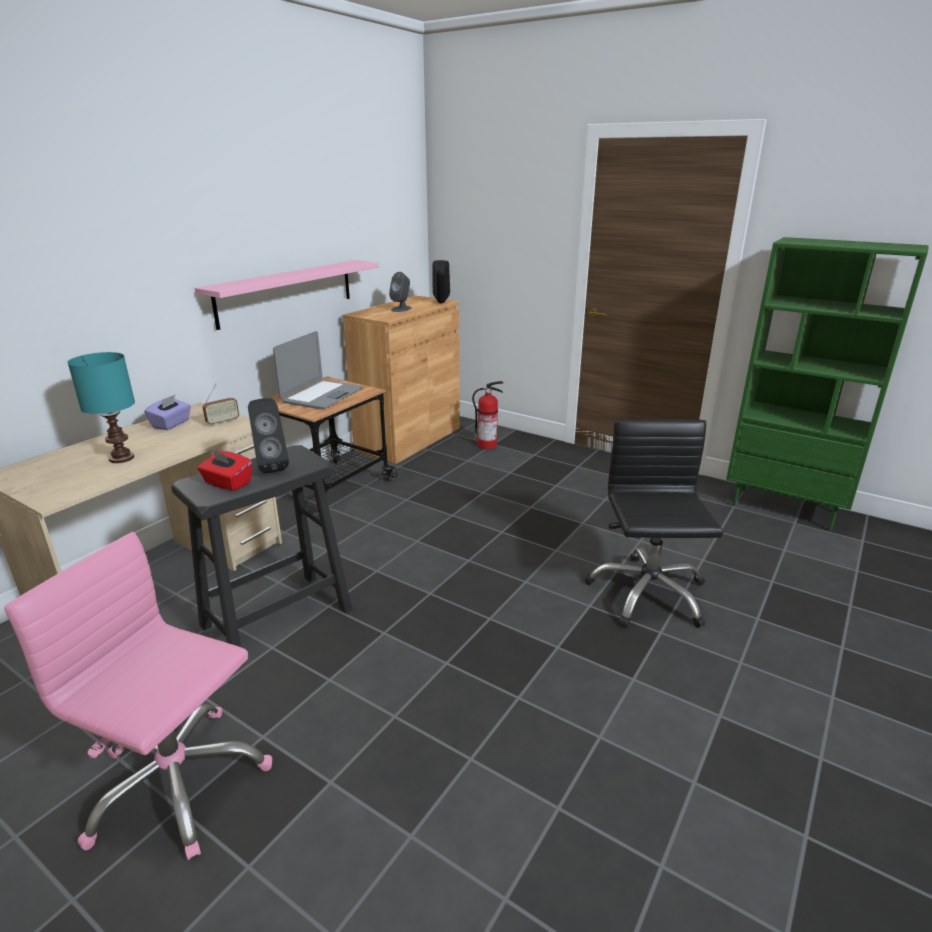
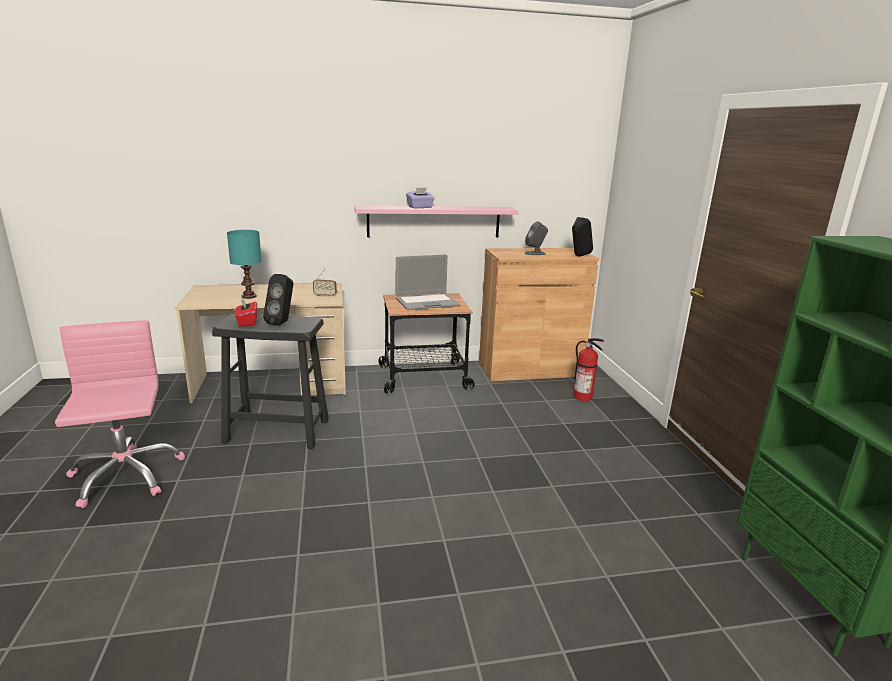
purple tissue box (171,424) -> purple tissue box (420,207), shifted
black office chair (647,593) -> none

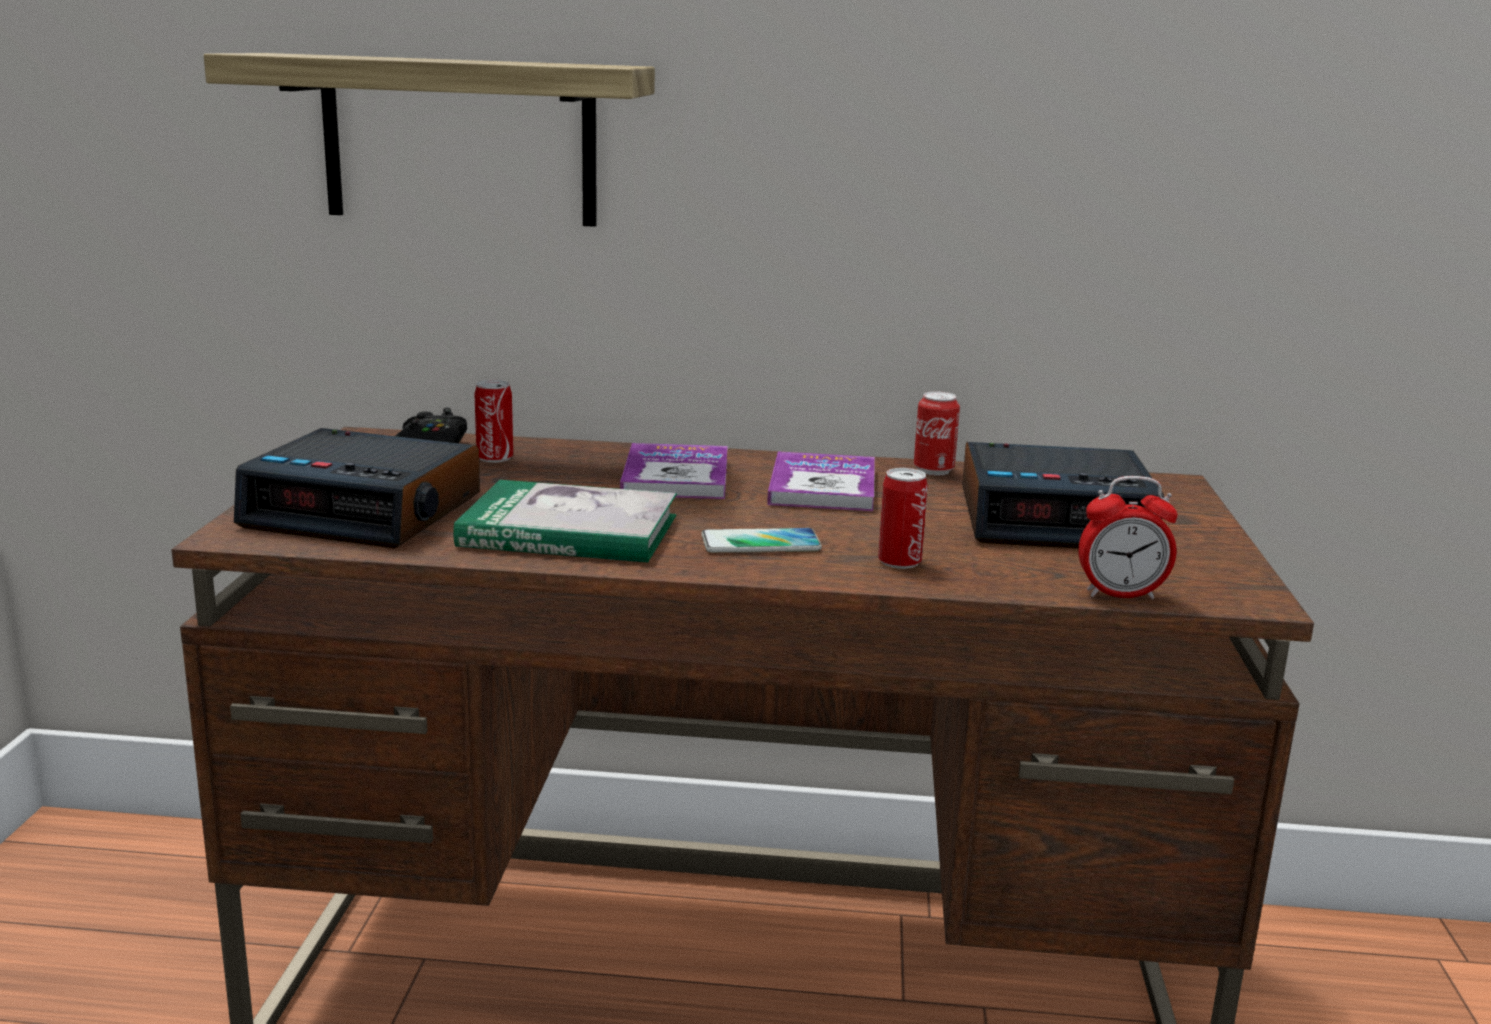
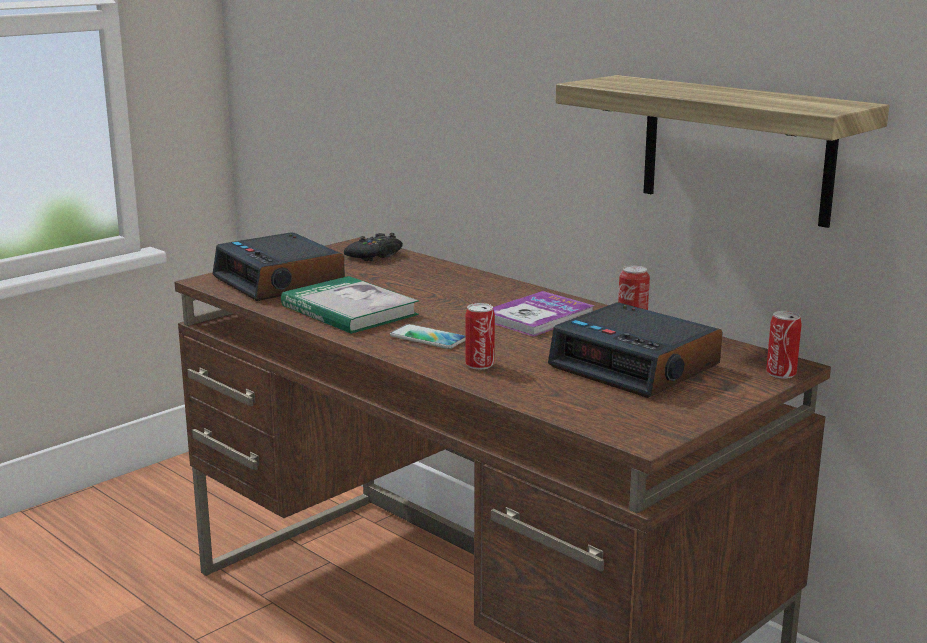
shelf (460,141) -> shelf (736,149), shifted
can (495,458) -> can (781,373), shifted
book (676,476) -> none
alarm clock (1120,594) -> none

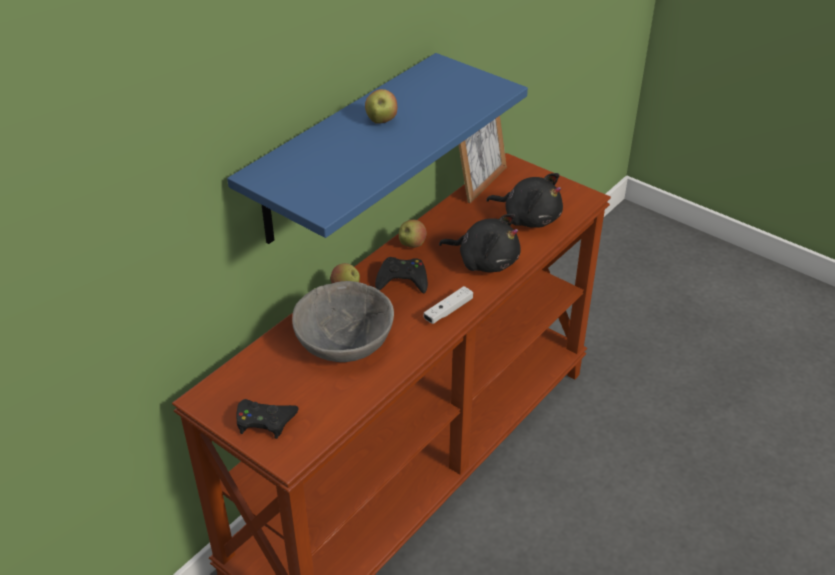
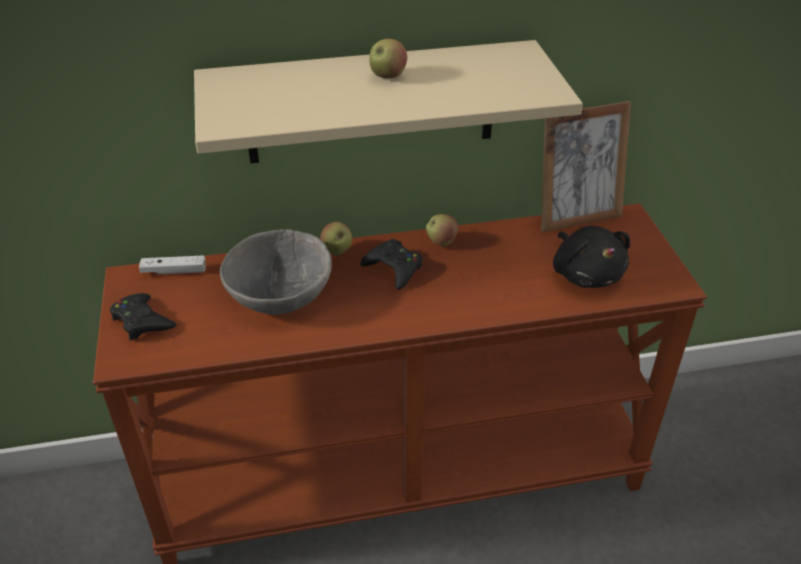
blue shelf (343,150) -> beige shelf (371,103)
black plush toy (485,261) -> none
white game controller (448,311) -> white game controller (174,271), shifted

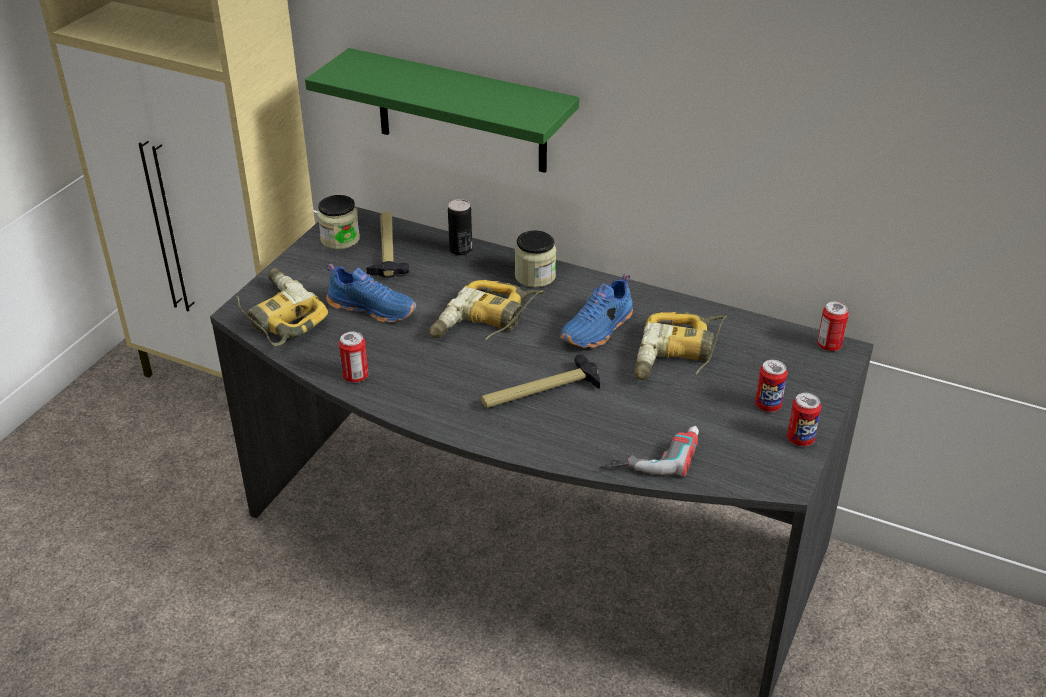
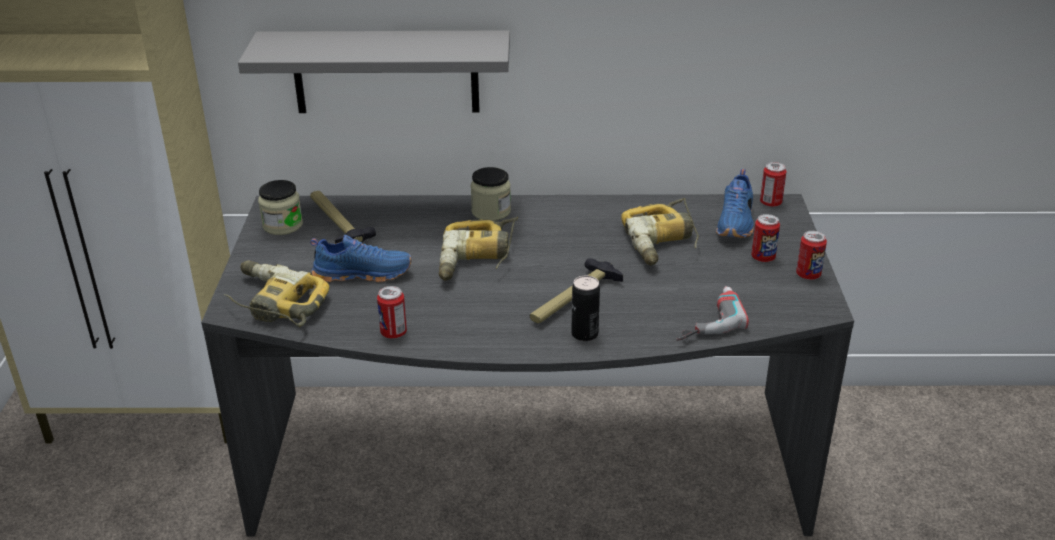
green shelf (461,112) -> grey shelf (386,72)
can (460,250) -> can (584,334), shifted
blue shoe (598,330) -> blue shoe (736,223), shifted

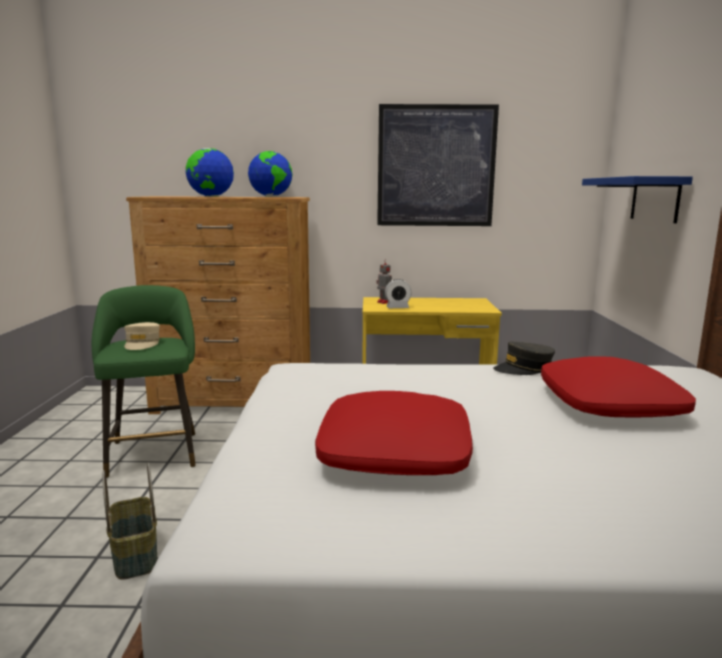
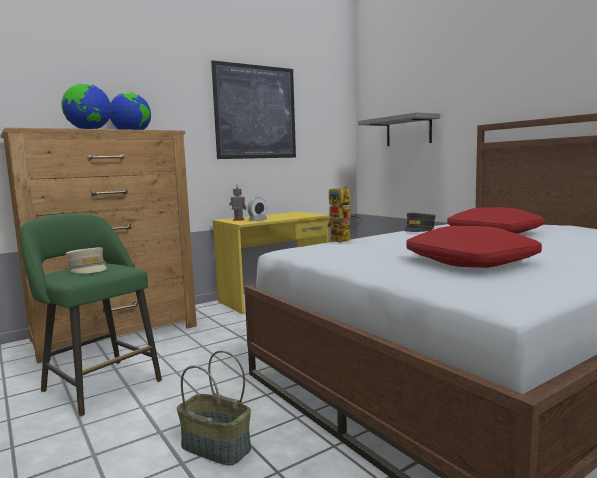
blue shelf (655,199) -> grey shelf (408,131)
none -> toy robot (344,241)

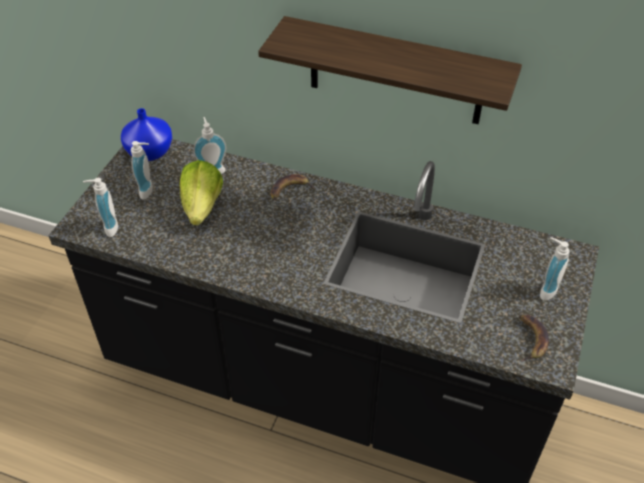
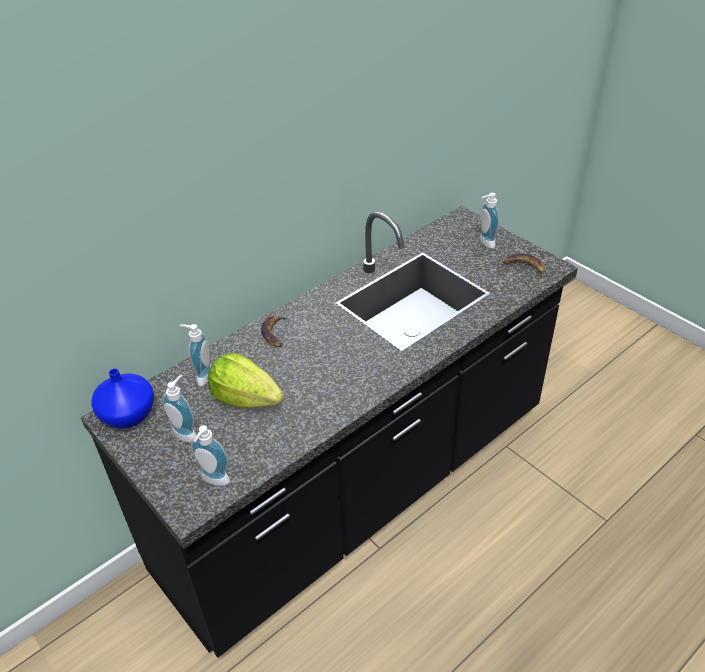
shelf (395,72) -> none

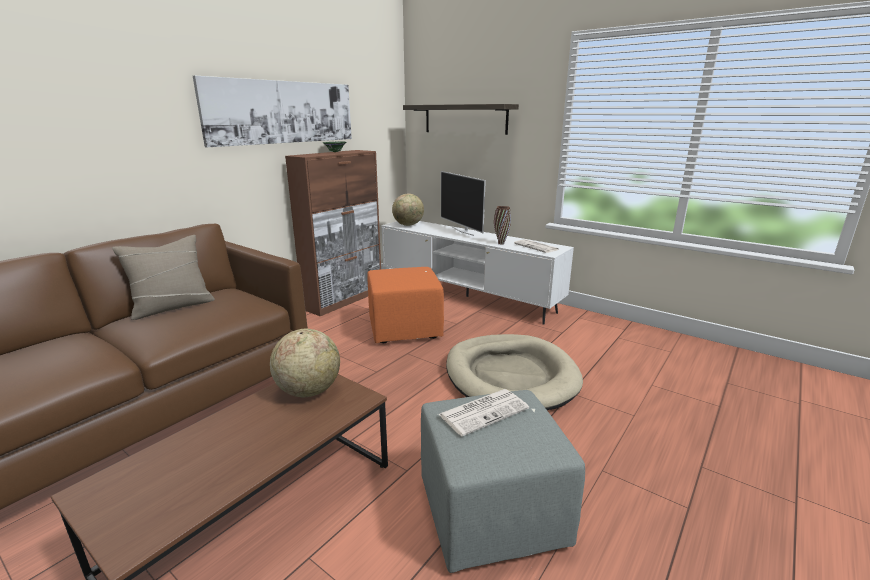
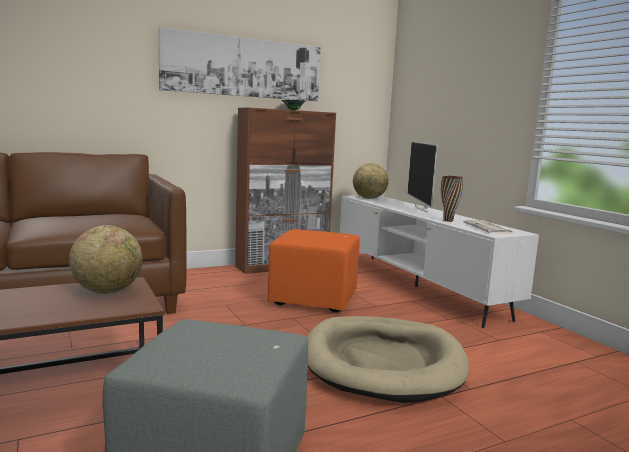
shelf (465,119) -> none
beige pillow (173,307) -> none
newspaper (484,411) -> none

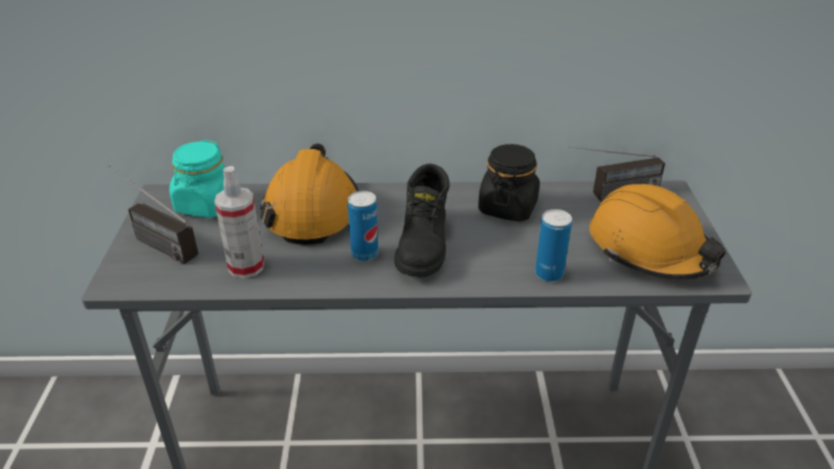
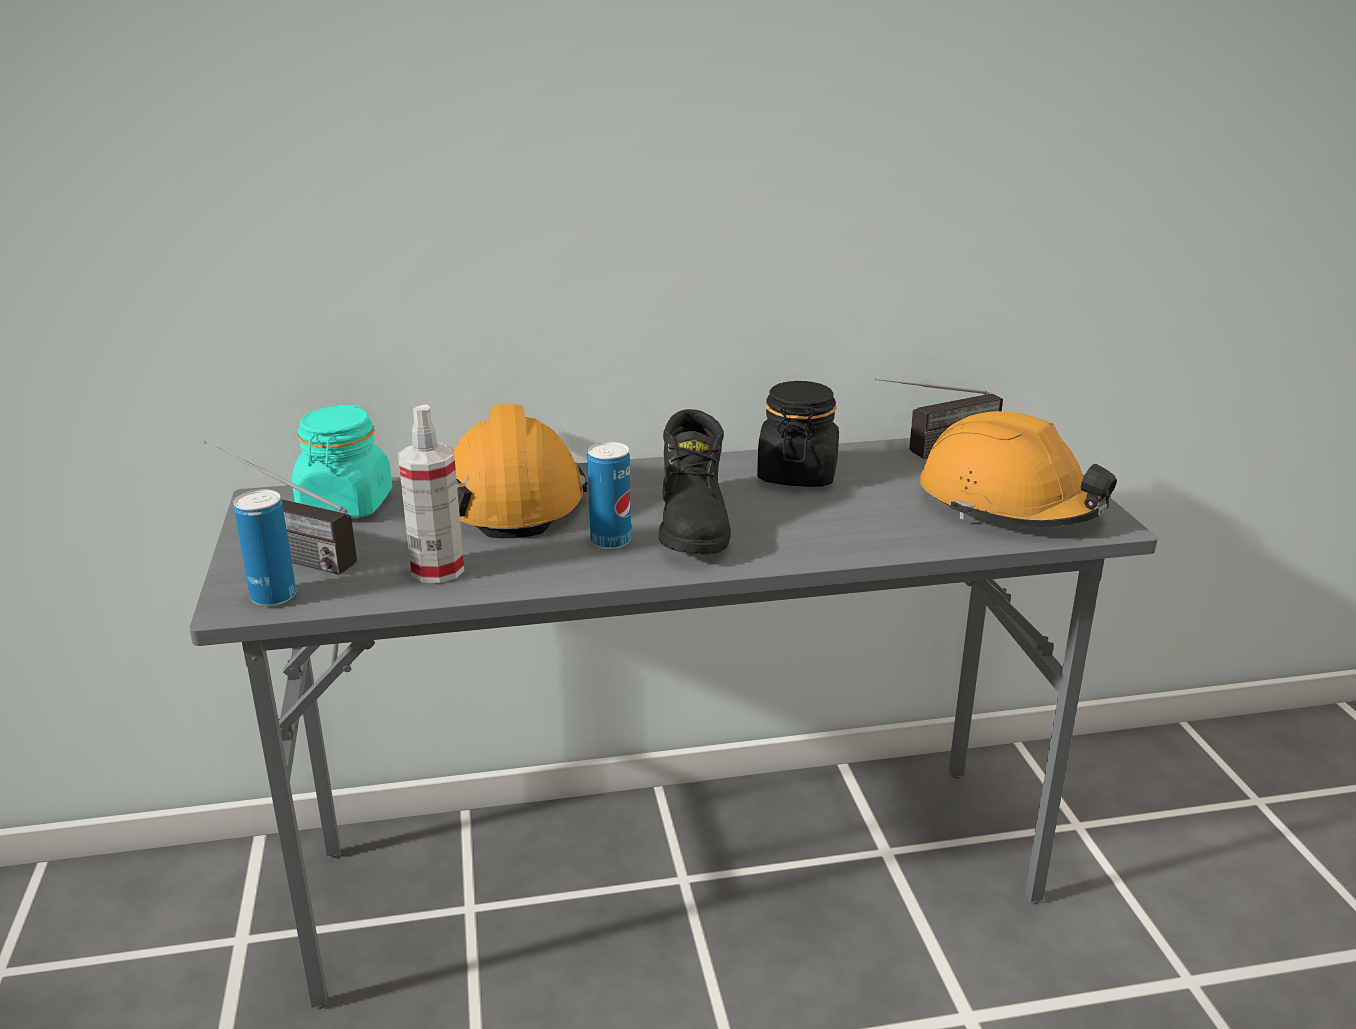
can (549,274) -> can (273,597), shifted

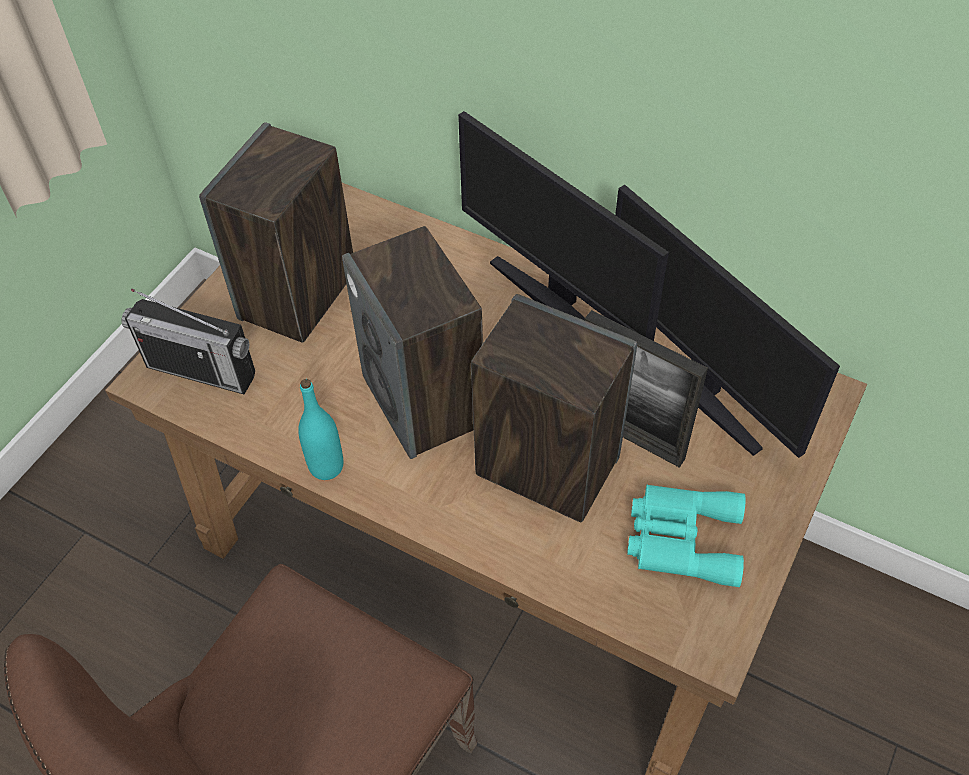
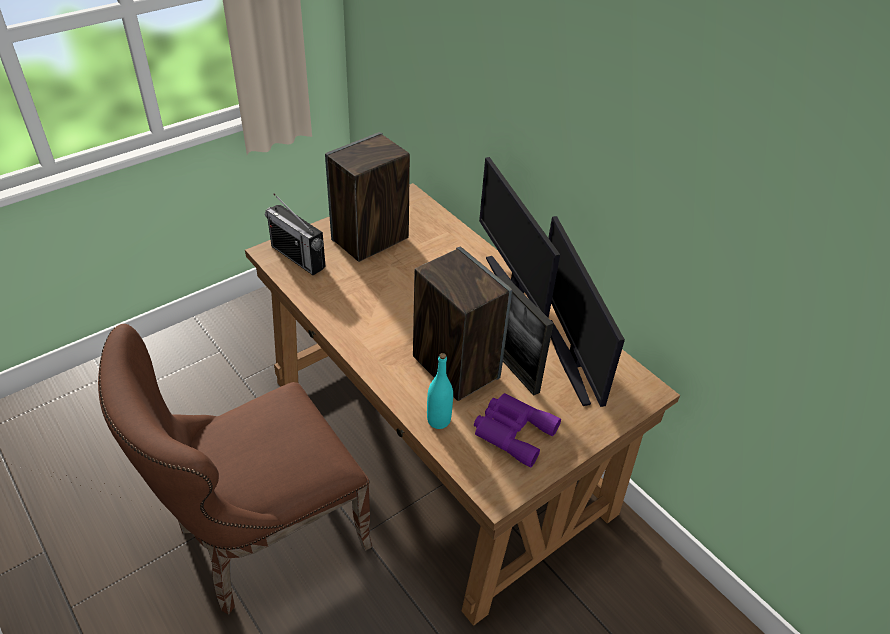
speaker (424,402) -> none
turquoise bottle (326,466) -> turquoise bottle (438,420), shifted
turquoise binoculars (681,538) -> purple binoculars (512,431)

